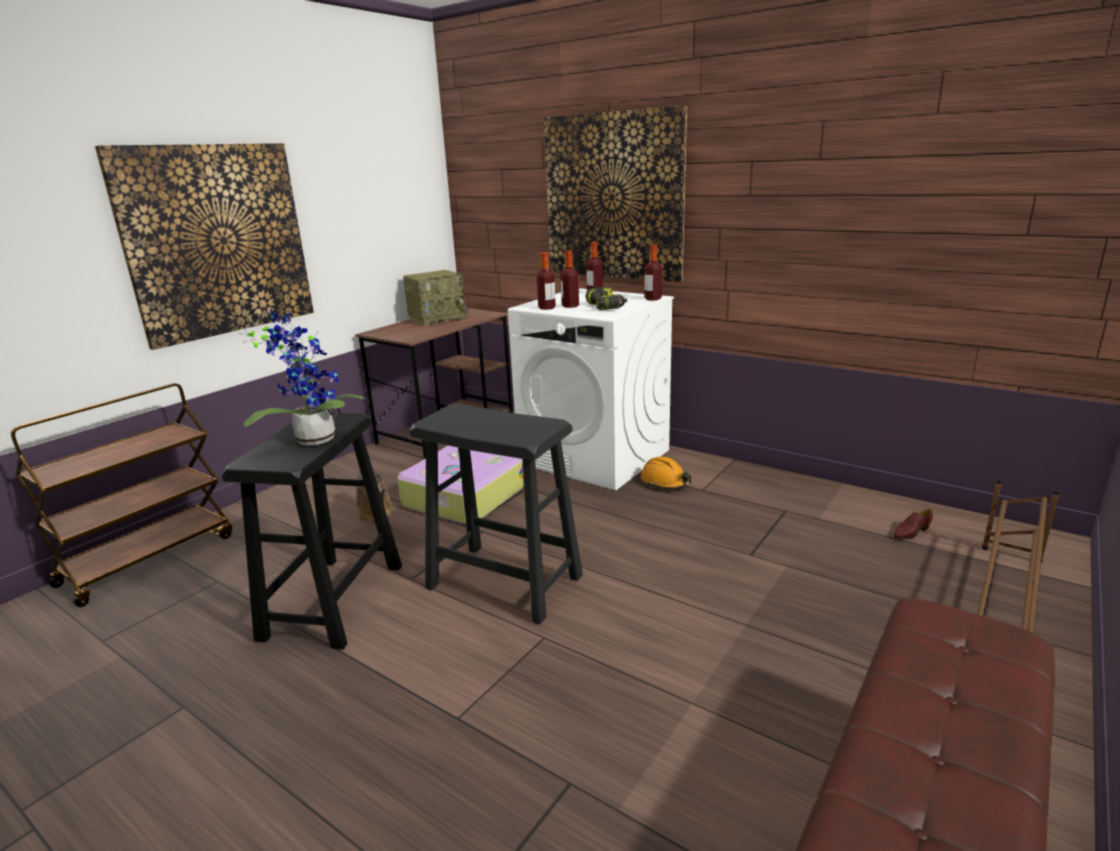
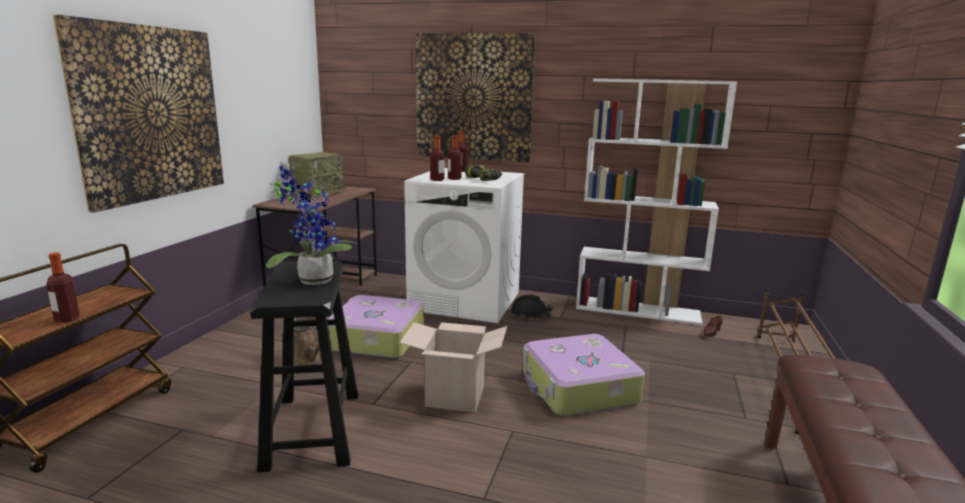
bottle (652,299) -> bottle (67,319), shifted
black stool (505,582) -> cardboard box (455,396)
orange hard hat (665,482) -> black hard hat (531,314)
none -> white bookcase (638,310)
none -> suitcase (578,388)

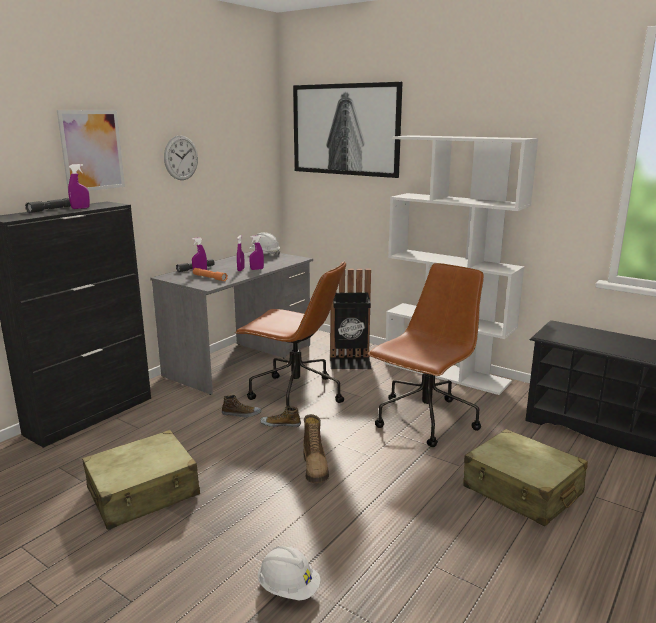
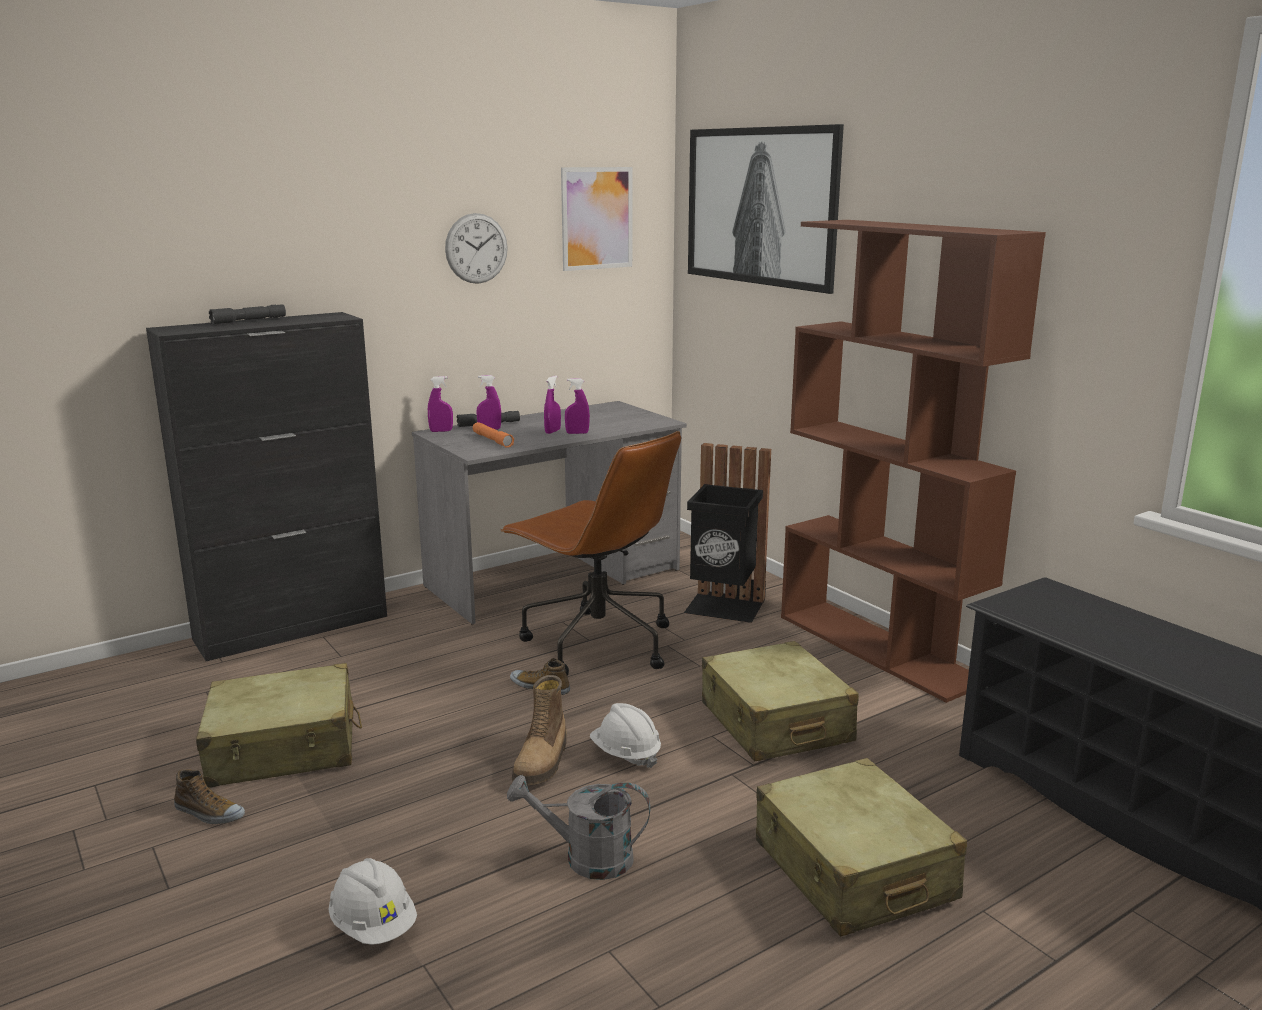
picture (92,150) -> picture (597,218), shifted
white bookcase (447,372) -> brown bookcase (880,648)
purple spray bottle (80,208) -> purple spray bottle (441,431), shifted
white hard hat (264,254) -> white hard hat (625,754), shifted
brown office chair (425,421) -> beige suitcase (775,723)
shoe (241,414) -> shoe (209,813), shifted
none -> grey watering can (586,858)

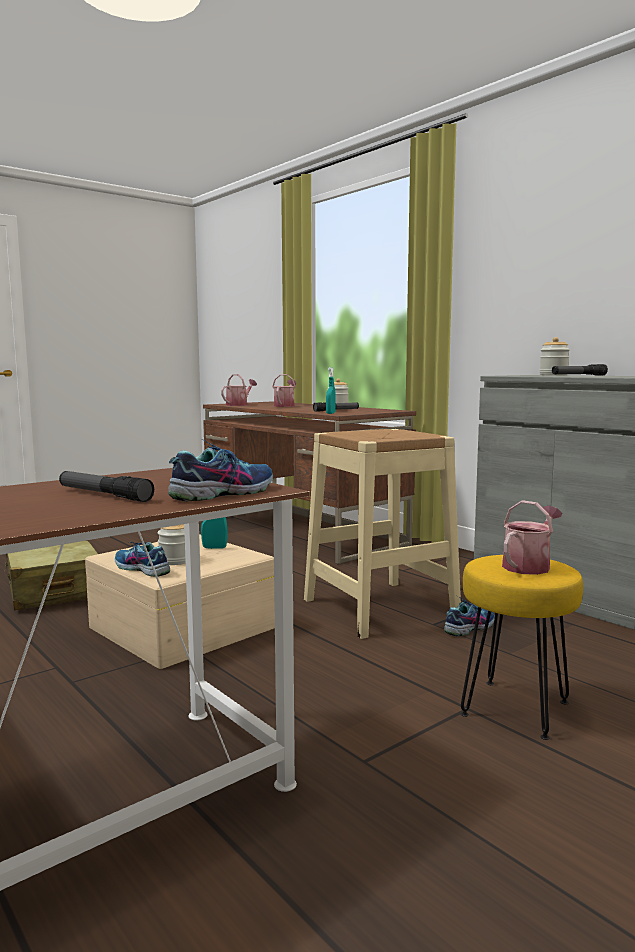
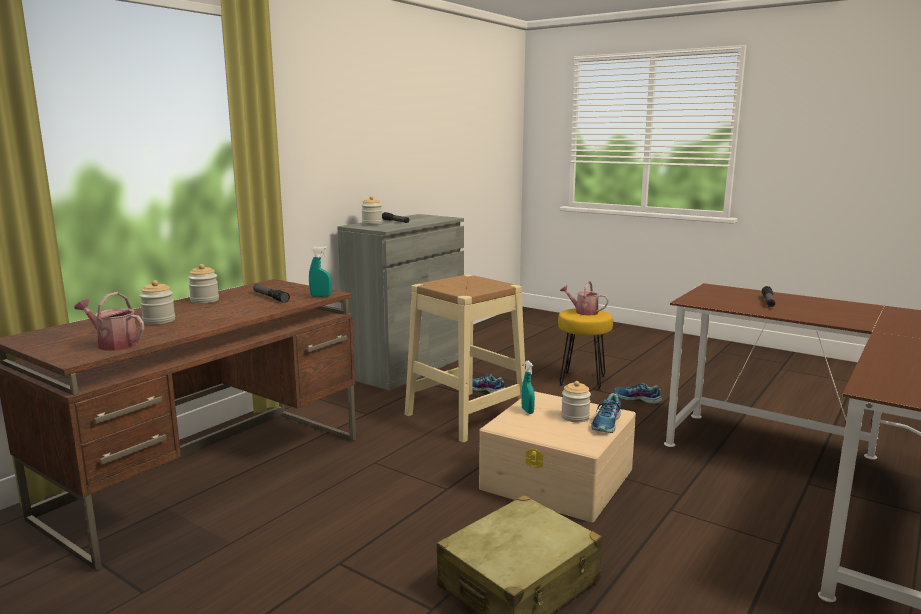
watering can (285,406) -> jar (159,321)
shoe (223,493) -> shoe (637,399), shifted

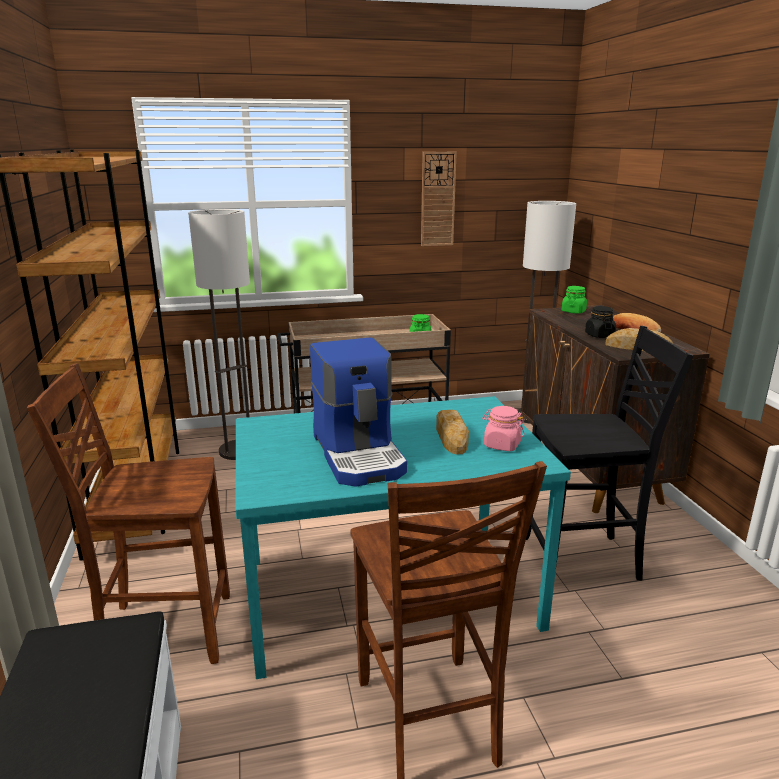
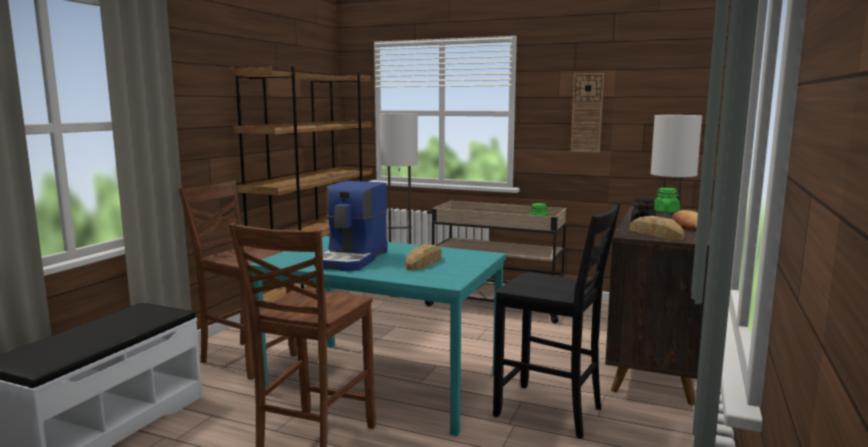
pink jar (501,445) -> none

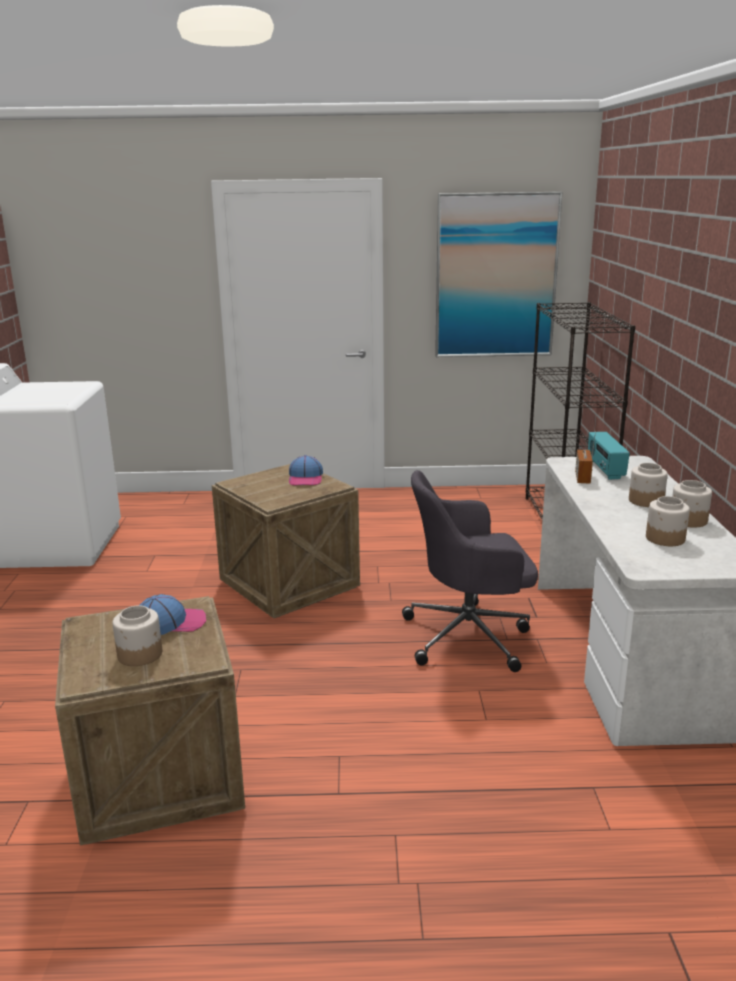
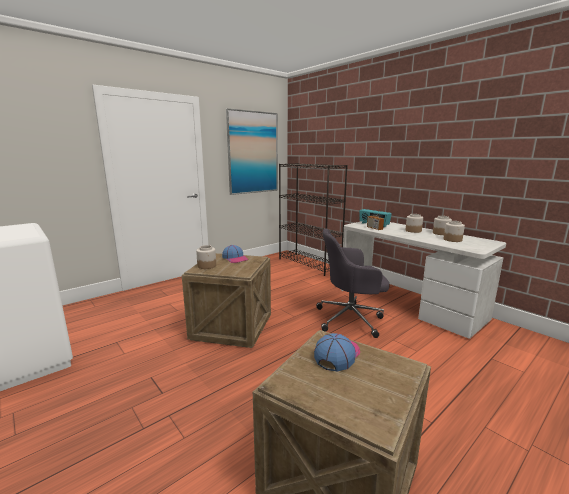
grey office chair (469,636) -> grey office chair (351,318), 45 degrees clockwise
jar (140,654) -> jar (207,266), shifted

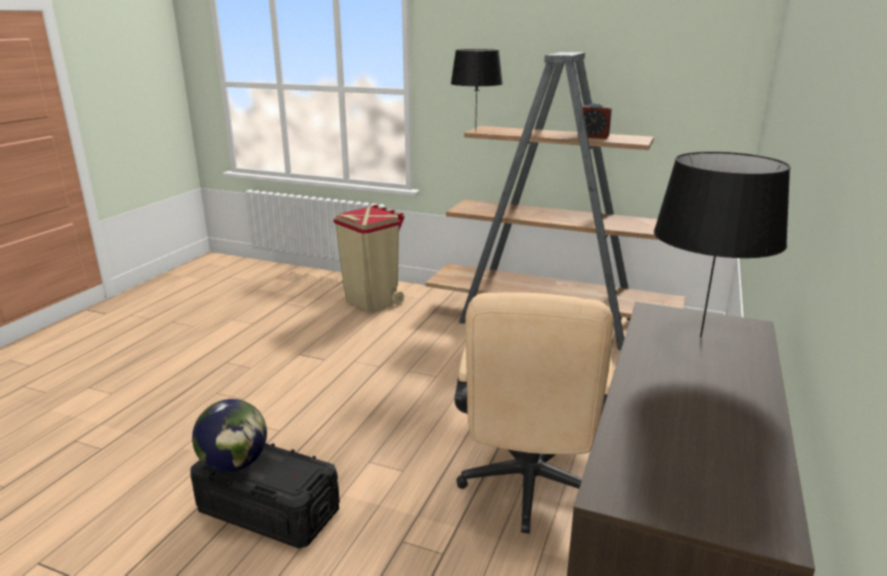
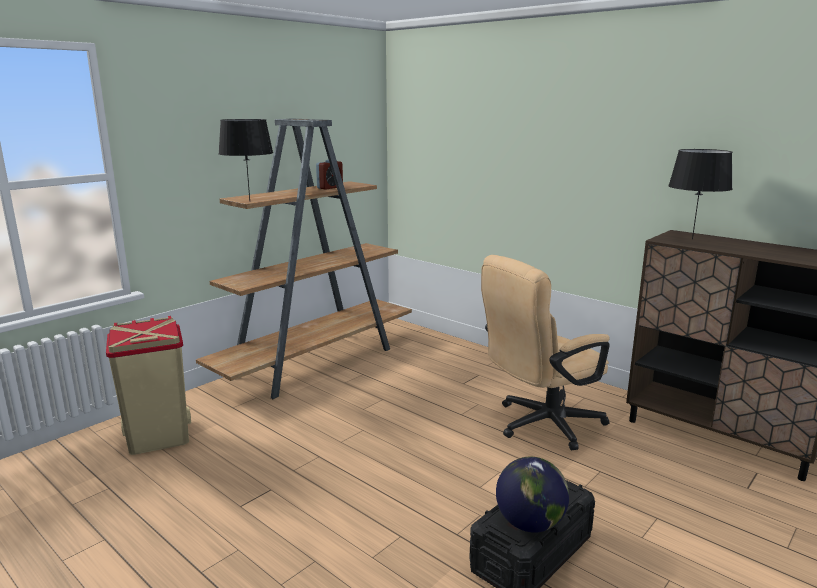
beige office chair (527,490) -> beige office chair (540,425), 120 degrees clockwise

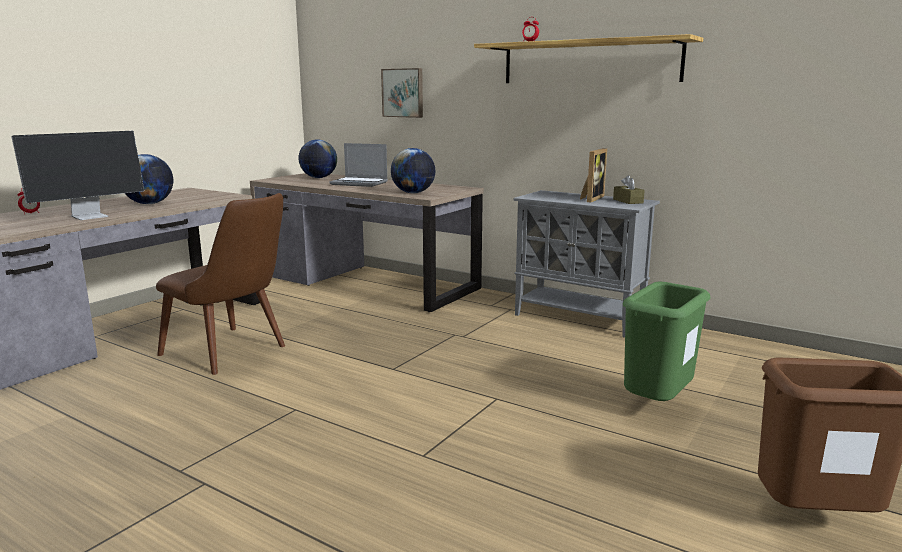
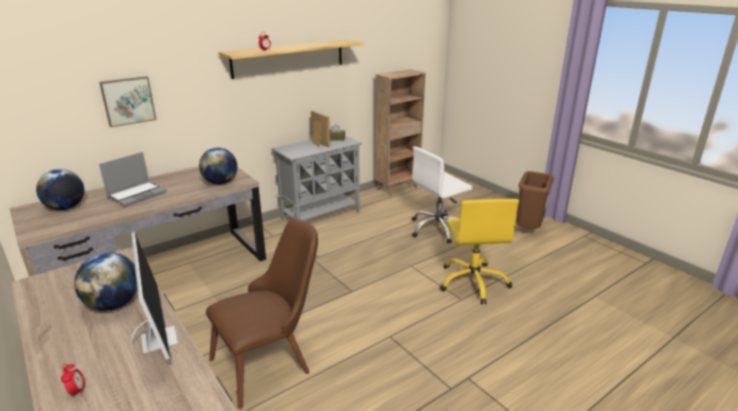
green trash can (656,405) -> white office chair (438,229)
none -> brown bookcase (398,188)
none -> yellow office chair (473,282)

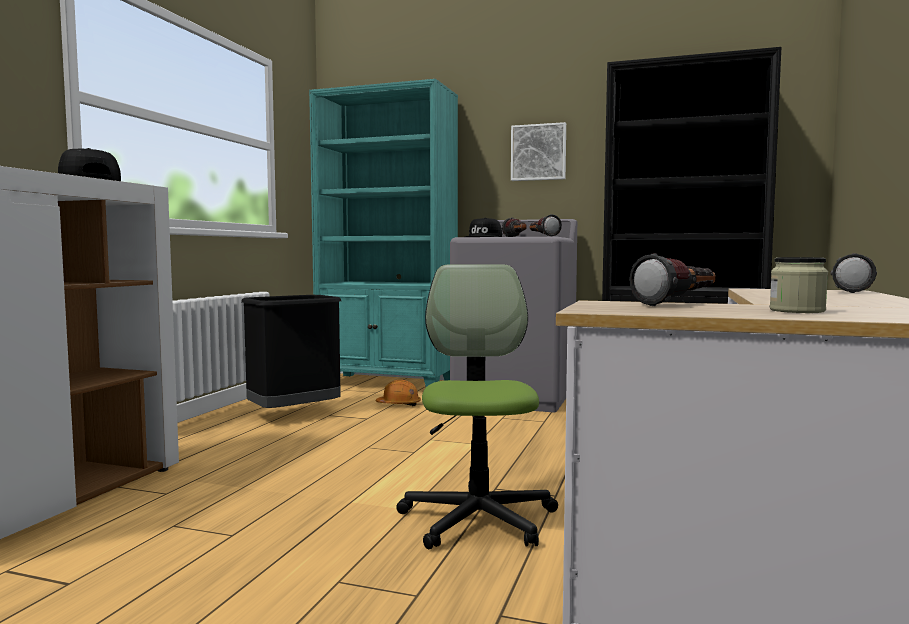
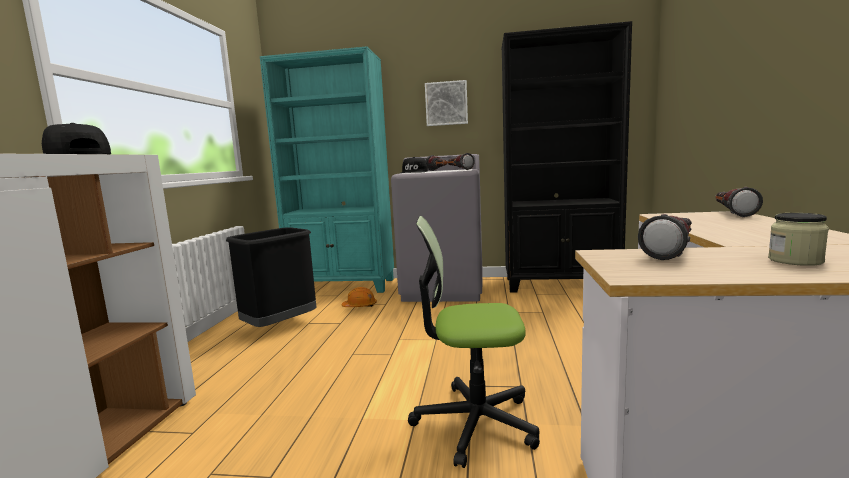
office chair (478,519) -> office chair (474,422), 75 degrees counterclockwise

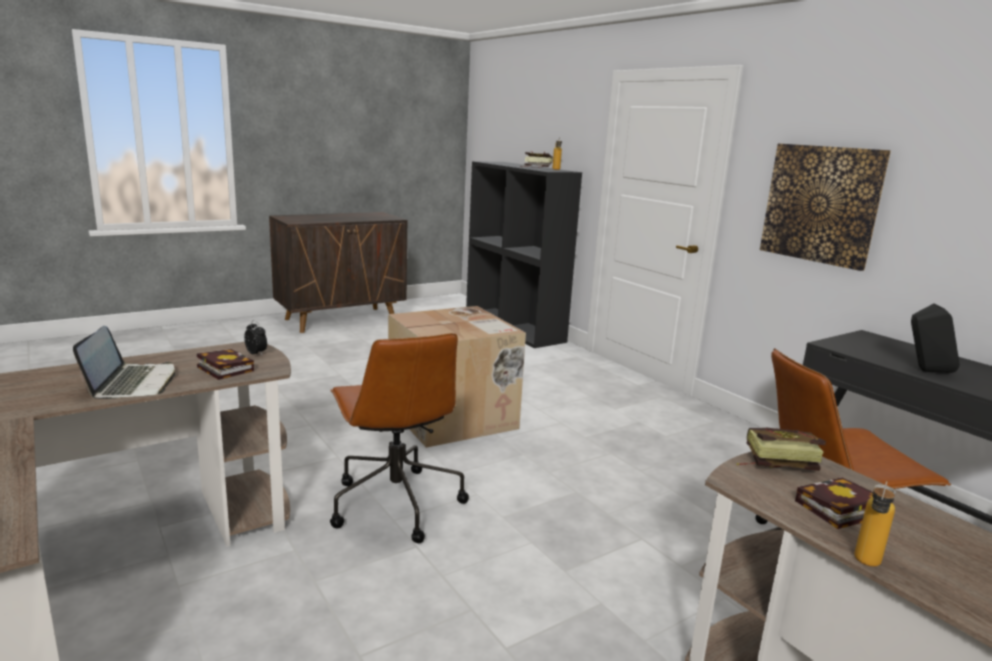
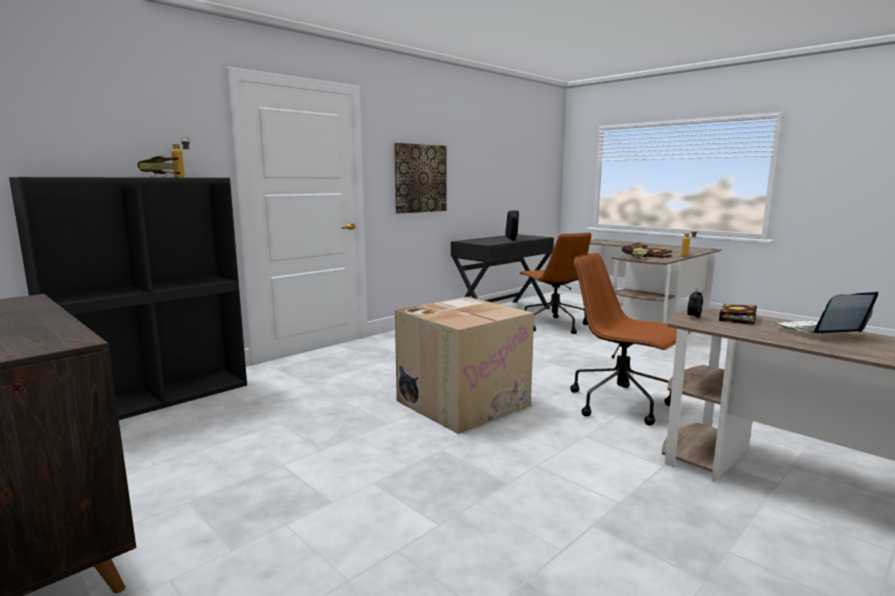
brown office chair (395,503) -> brown office chair (622,404), 105 degrees counterclockwise

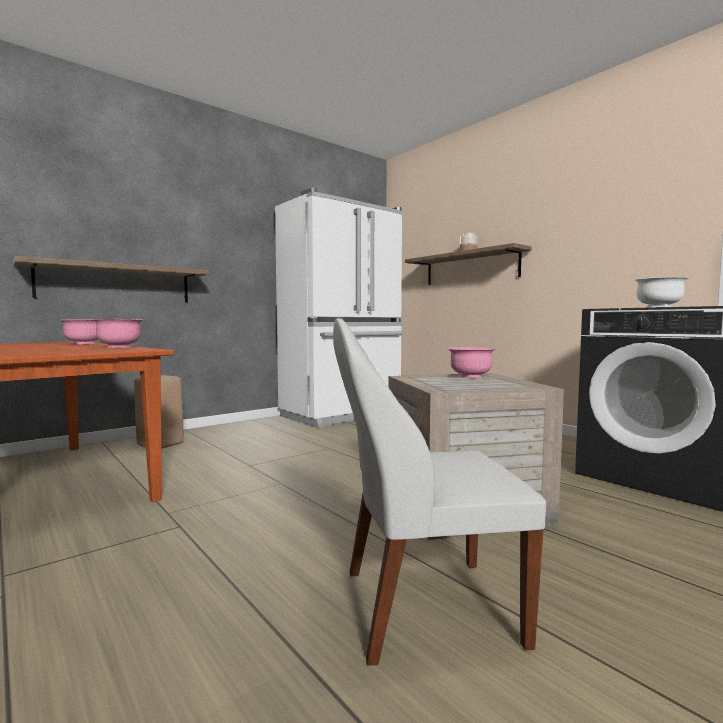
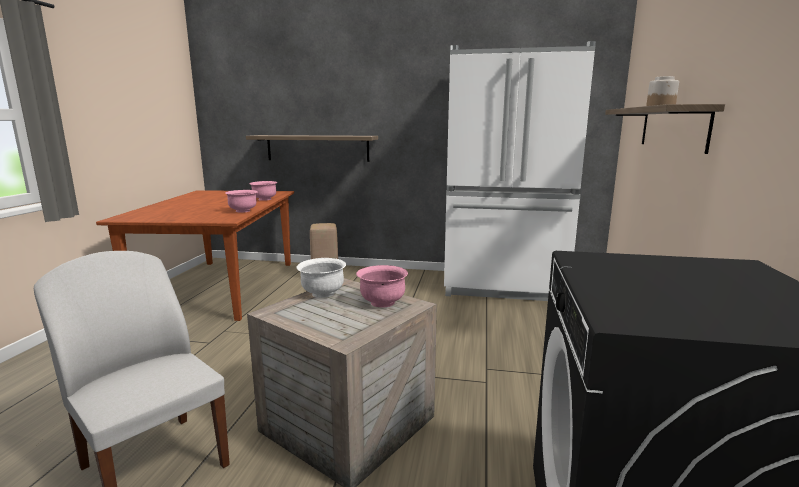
white bowl (659,307) -> white bowl (322,293), shifted

